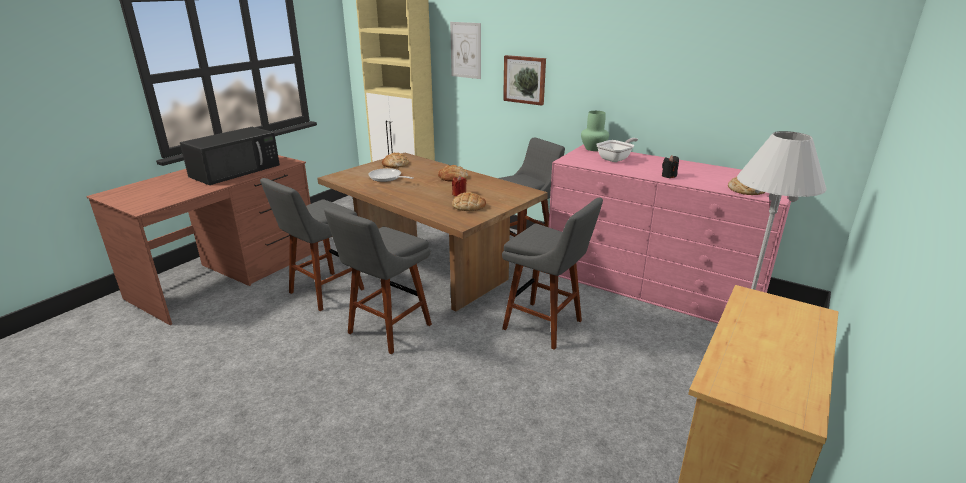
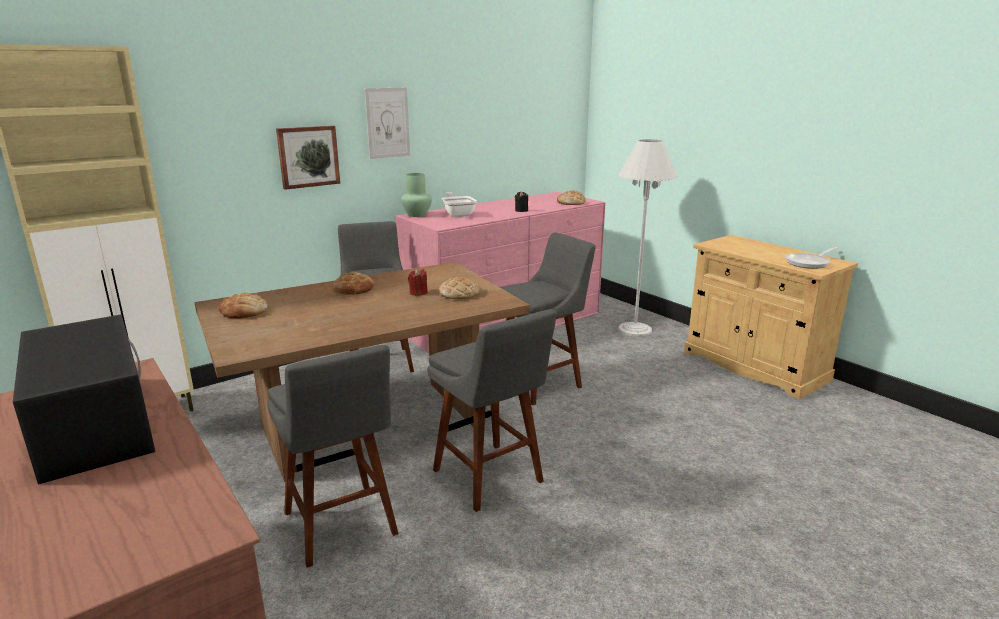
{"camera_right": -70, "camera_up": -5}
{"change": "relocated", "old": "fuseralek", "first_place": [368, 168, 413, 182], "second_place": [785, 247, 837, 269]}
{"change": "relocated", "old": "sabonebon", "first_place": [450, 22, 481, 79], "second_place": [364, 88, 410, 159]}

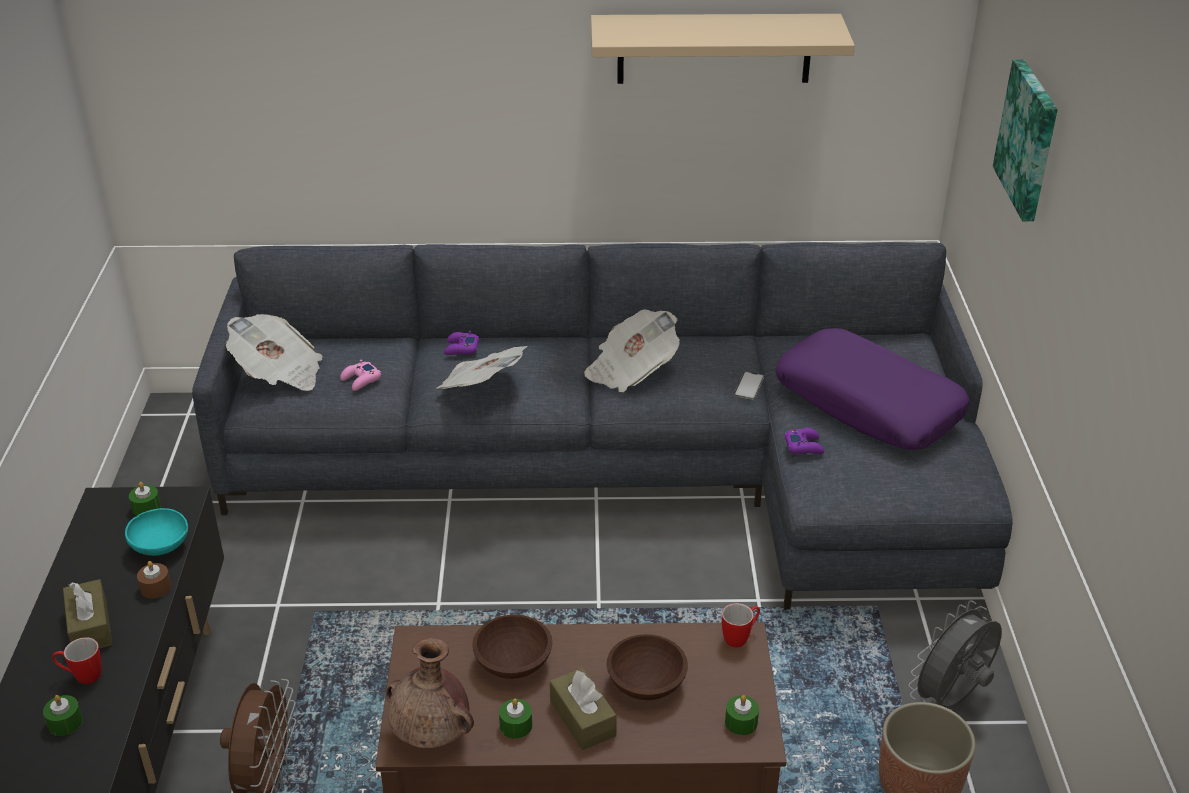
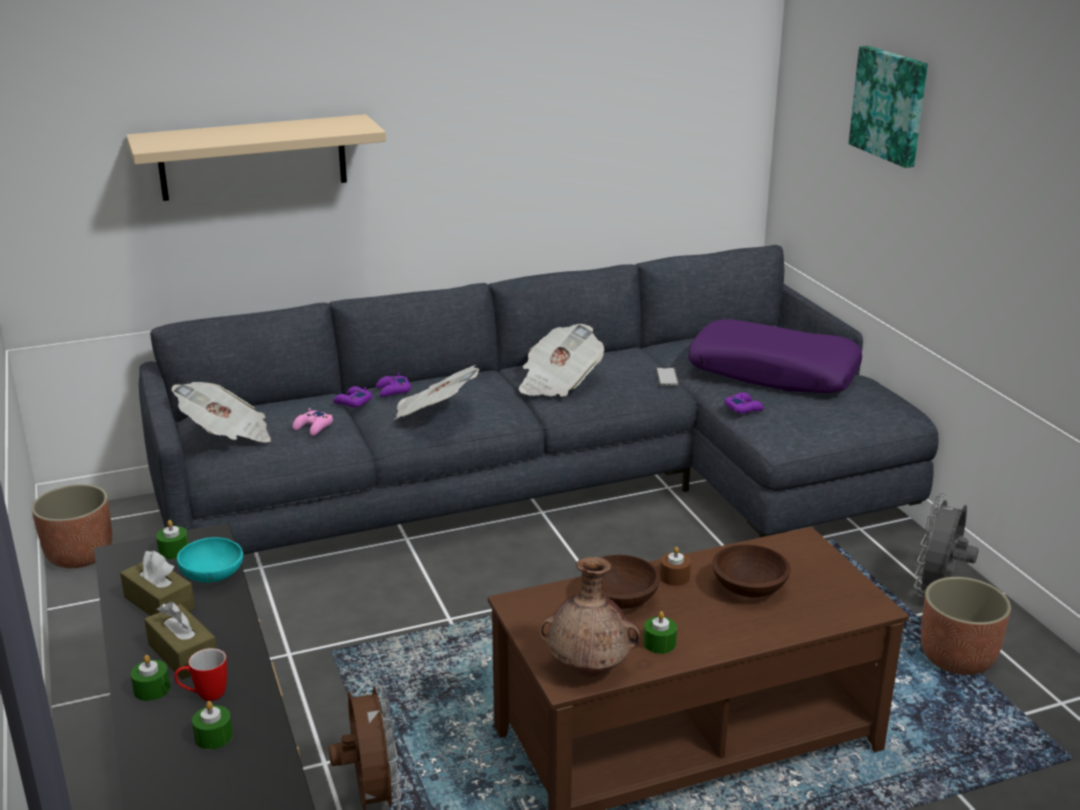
{"camera_right": -20, "camera_up": -10}
{"change": "missing", "old": "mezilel", "first_place": [722, 603, 760, 648]}
{"change": "appeared", "new": "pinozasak", "second_place": [32, 484, 112, 568]}
{"change": "appeared", "new": "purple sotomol", "second_place": [333, 386, 373, 407]}
{"change": "relocated", "old": "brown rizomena", "first_place": [137, 561, 172, 599], "second_place": [660, 547, 691, 586]}
{"change": "relocated", "old": "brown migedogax", "first_place": [550, 668, 617, 750], "second_place": [120, 551, 195, 616]}
{"change": "relocated", "old": "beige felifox", "first_place": [591, 14, 855, 84], "second_place": [126, 114, 386, 201]}
{"change": "relocated", "old": "green rizomena", "first_place": [725, 695, 759, 735], "second_place": [131, 655, 170, 701]}

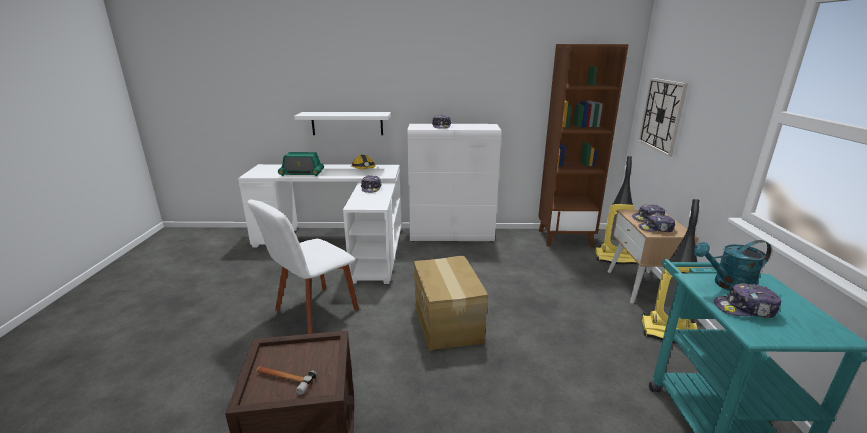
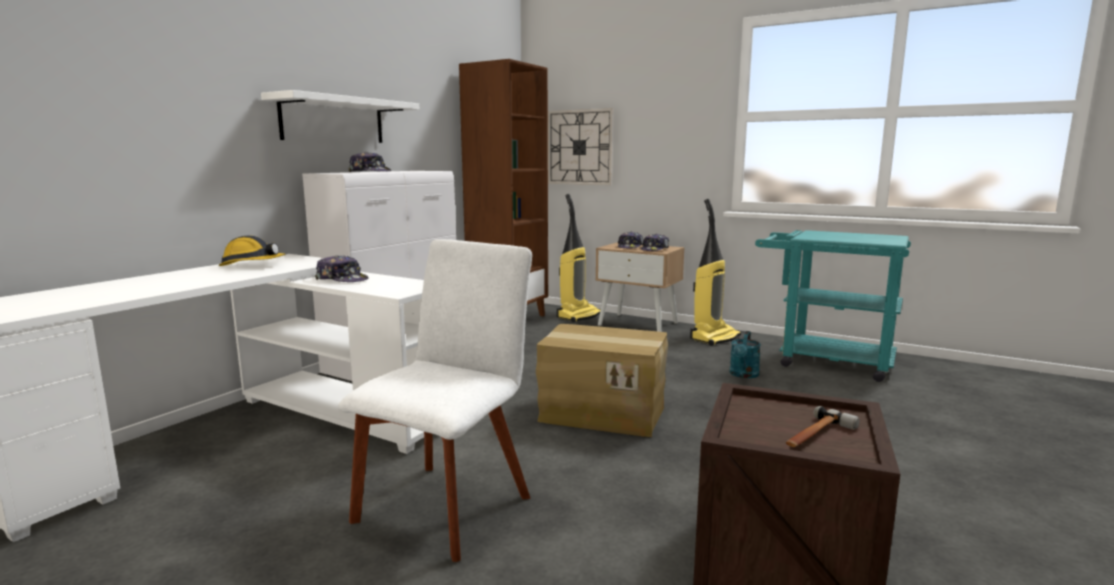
{"camera_right": -60, "camera_up": -10}
{"change": "missing", "old": "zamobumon", "first_place": [278, 152, 324, 176]}
{"change": "missing", "old": "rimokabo", "first_place": [714, 283, 781, 318]}
{"change": "relocated", "old": "white felifox", "first_place": [294, 112, 391, 135], "second_place": [261, 90, 419, 143]}
{"change": "relocated", "old": "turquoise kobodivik", "first_place": [694, 240, 772, 291], "second_place": [730, 331, 761, 378]}
{"change": "spun", "old": "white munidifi", "first_place": [247, 199, 359, 334], "second_place": [338, 239, 532, 562], "degrees": -135}

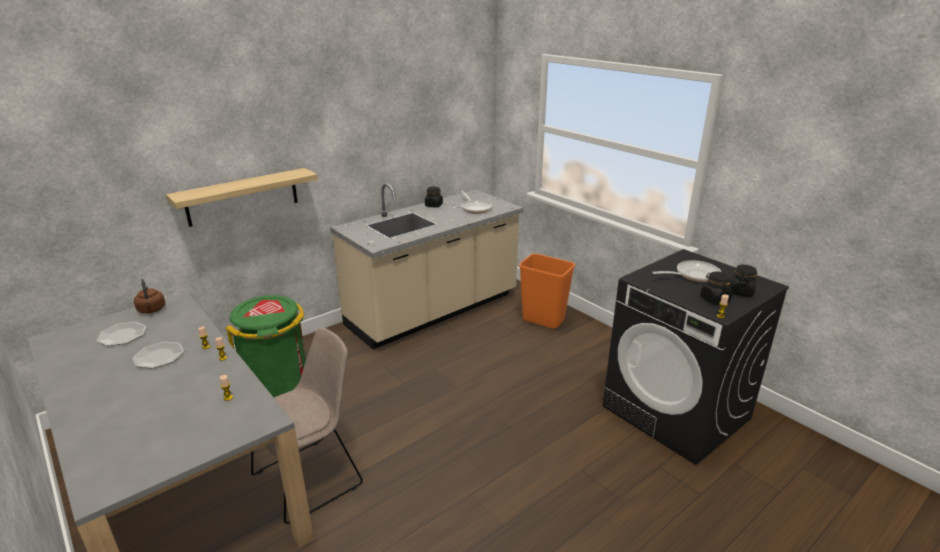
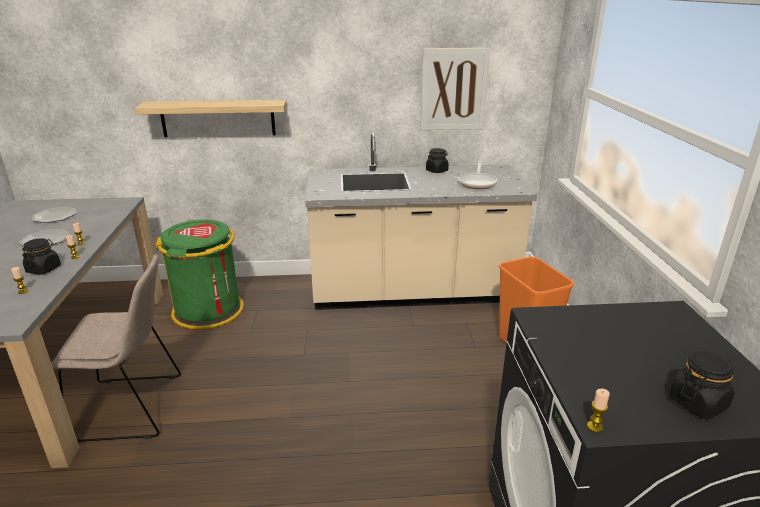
{"camera_right": 35, "camera_up": 0}
{"change": "missing", "old": "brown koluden", "first_place": [134, 279, 165, 314]}
{"change": "missing", "old": "fuseralek", "first_place": [652, 260, 721, 282]}
{"change": "appeared", "new": "sabonebon", "second_place": [420, 48, 490, 130]}
{"change": "relocated", "old": "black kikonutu", "first_place": [700, 271, 732, 305], "second_place": [22, 238, 61, 275]}

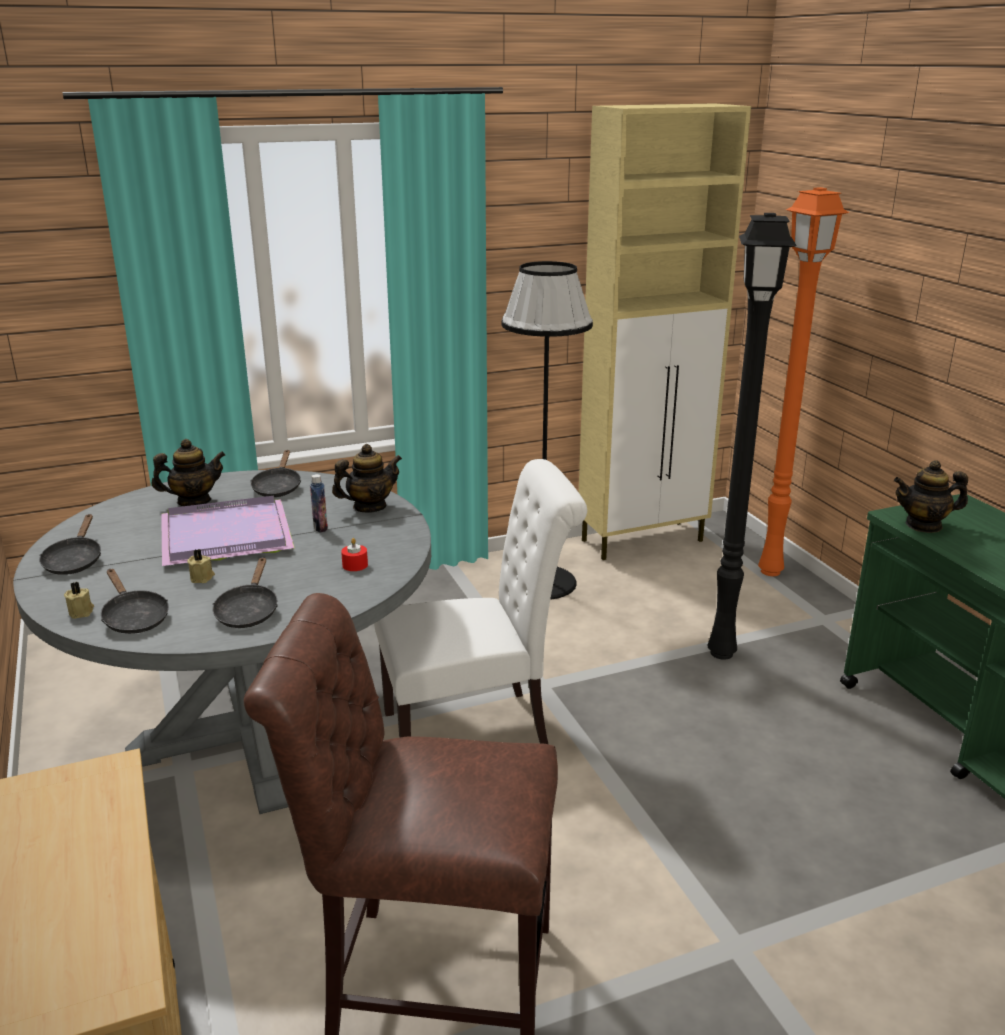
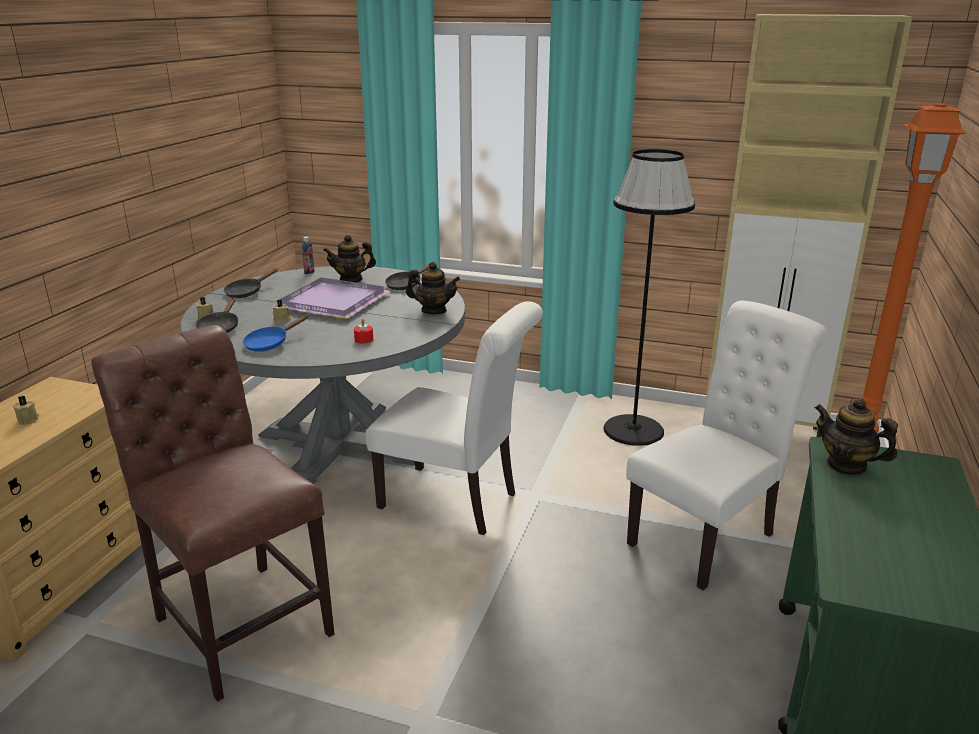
{"camera_right": 40, "camera_up": 0}
{"change": "appeared", "new": "beige rizomena", "second_place": [13, 396, 39, 425]}
{"change": "relocated", "old": "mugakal", "first_place": [310, 474, 328, 533], "second_place": [302, 236, 315, 274]}
{"change": "exchanged", "old": "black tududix", "new": "white munidifi", "first_place": [707, 213, 797, 660], "second_place": [626, 301, 827, 590]}
{"change": "colour", "old": "black fuseralek", "new": "blue fuseralek", "first_place": [212, 557, 278, 628], "second_place": [243, 315, 308, 352]}
{"change": "spun", "old": "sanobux", "first_place": [152, 439, 226, 506], "second_place": [323, 235, 376, 284], "degrees": 150}

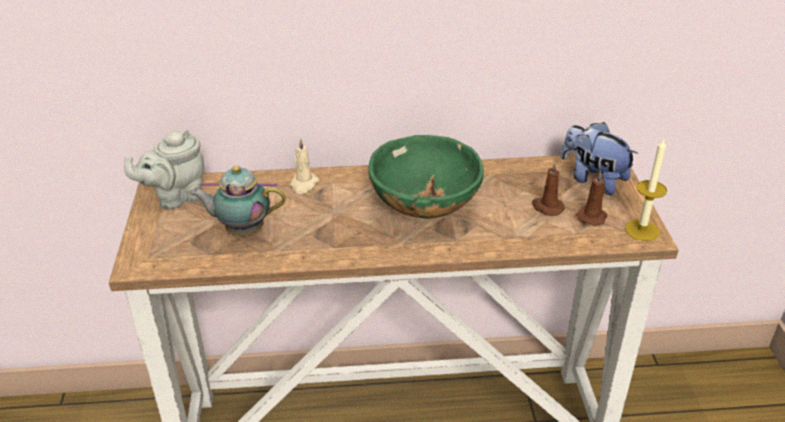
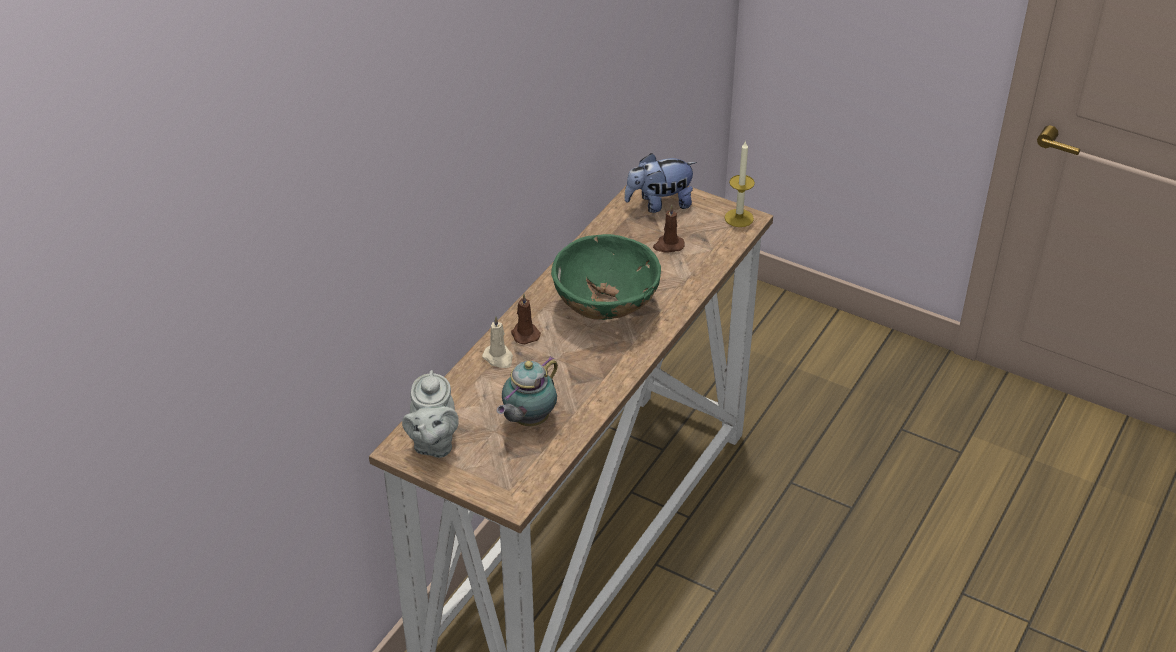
{"camera_right": -55, "camera_up": 5}
{"change": "relocated", "old": "brown rizomena", "first_place": [576, 170, 607, 226], "second_place": [511, 294, 541, 344]}

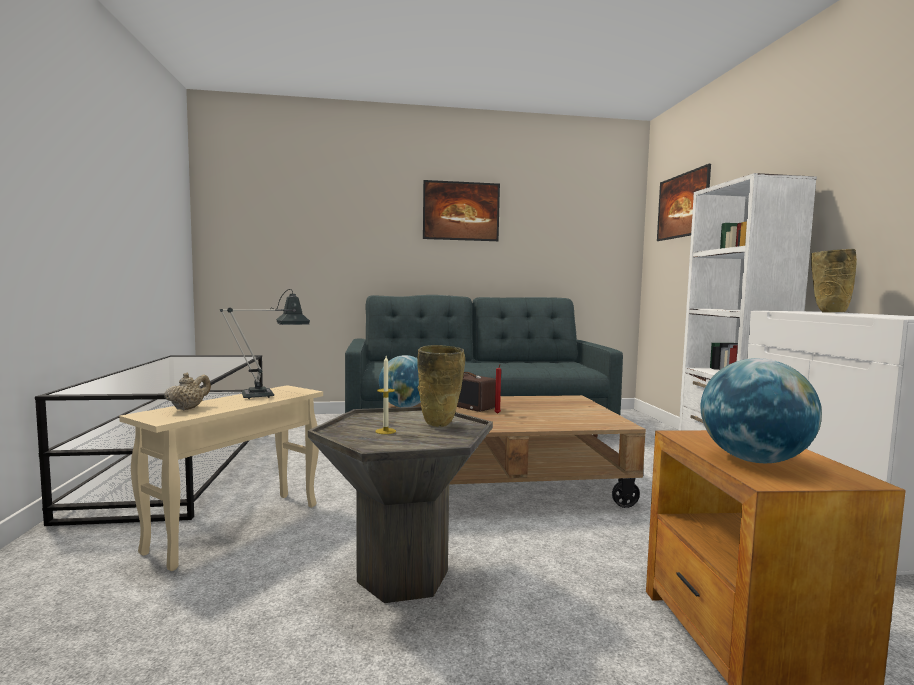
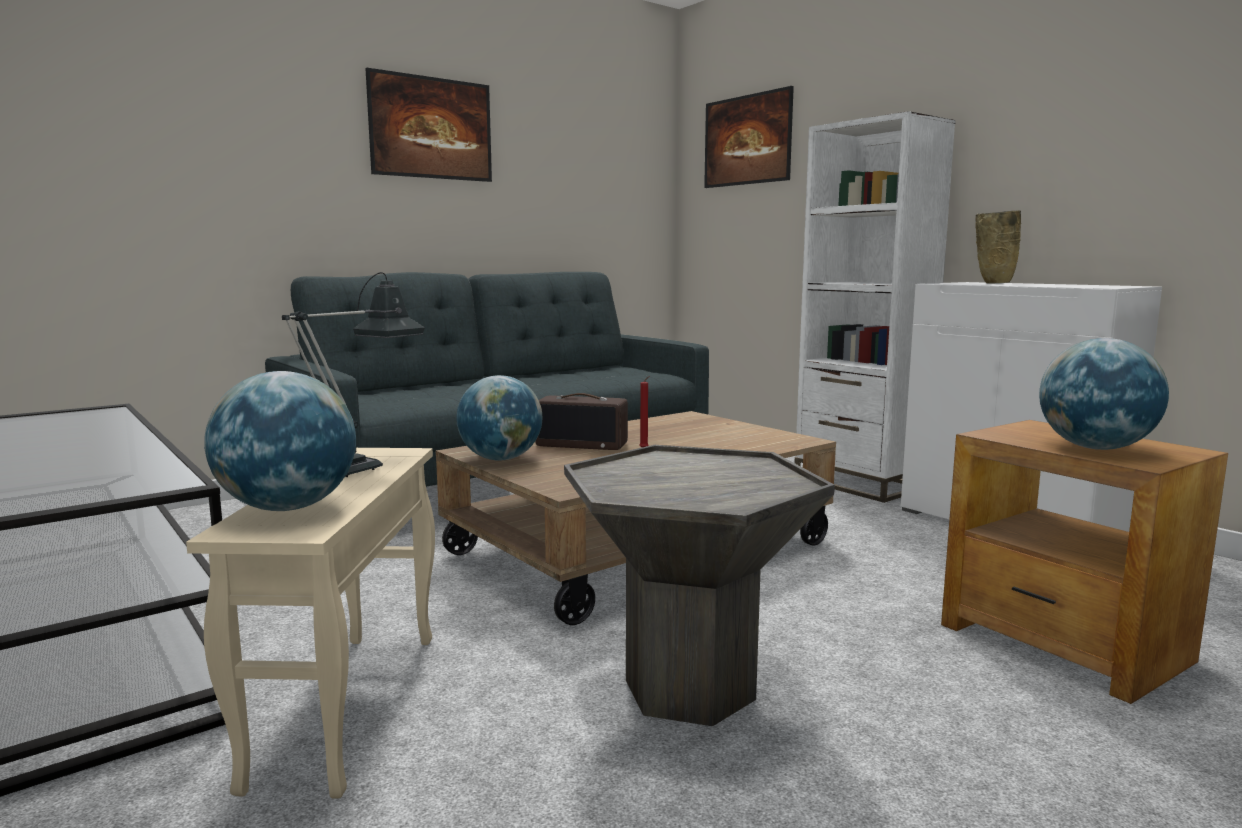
{"camera_right": -30, "camera_up": 5}
{"change": "missing", "old": "rizomena", "first_place": [375, 356, 396, 434]}
{"change": "missing", "old": "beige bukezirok", "first_place": [418, 345, 465, 427]}
{"change": "exchanged", "old": "beige sanobux", "new": "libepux", "first_place": [164, 373, 211, 410], "second_place": [204, 371, 356, 511]}

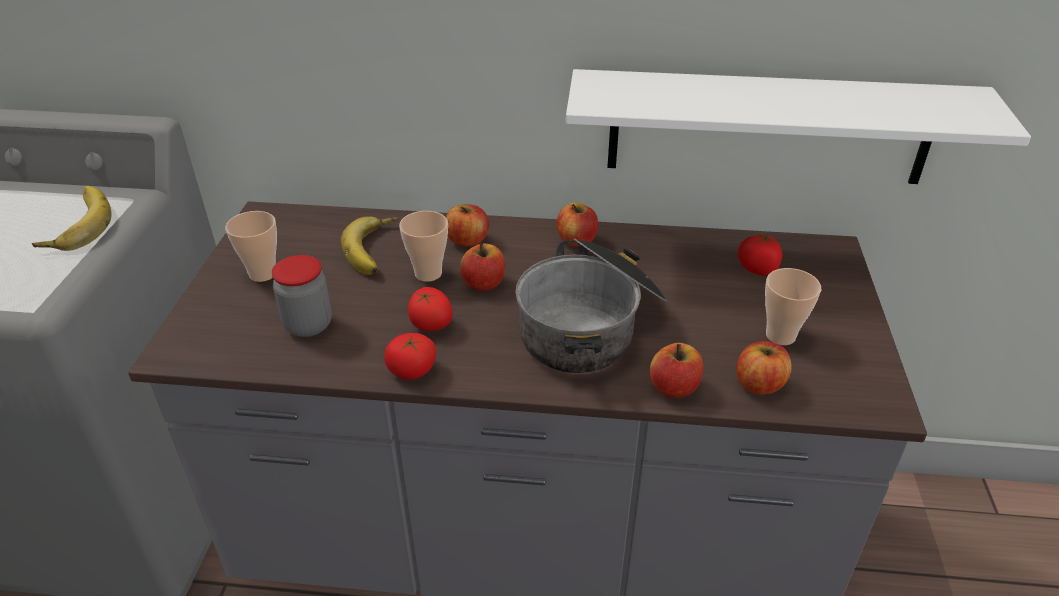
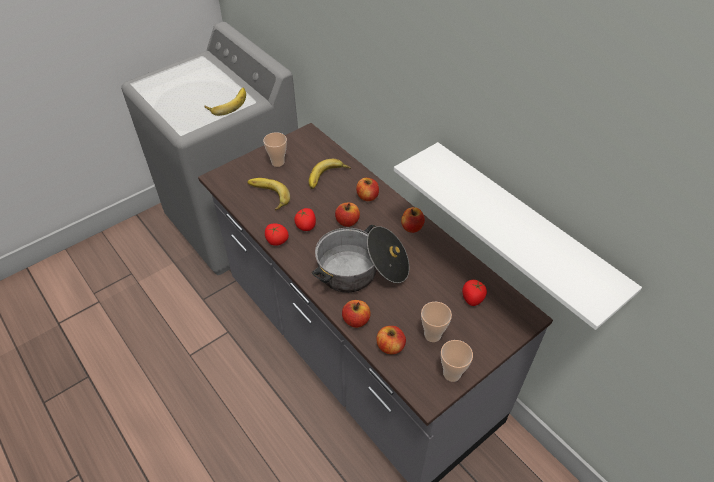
{"camera_right": 45, "camera_up": 10}
{"change": "relocated", "old": "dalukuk", "first_place": [399, 211, 448, 282], "second_place": [441, 340, 473, 382]}
{"change": "exchanged", "old": "kikonutu", "new": "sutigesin", "first_place": [272, 255, 332, 337], "second_place": [247, 178, 290, 210]}

